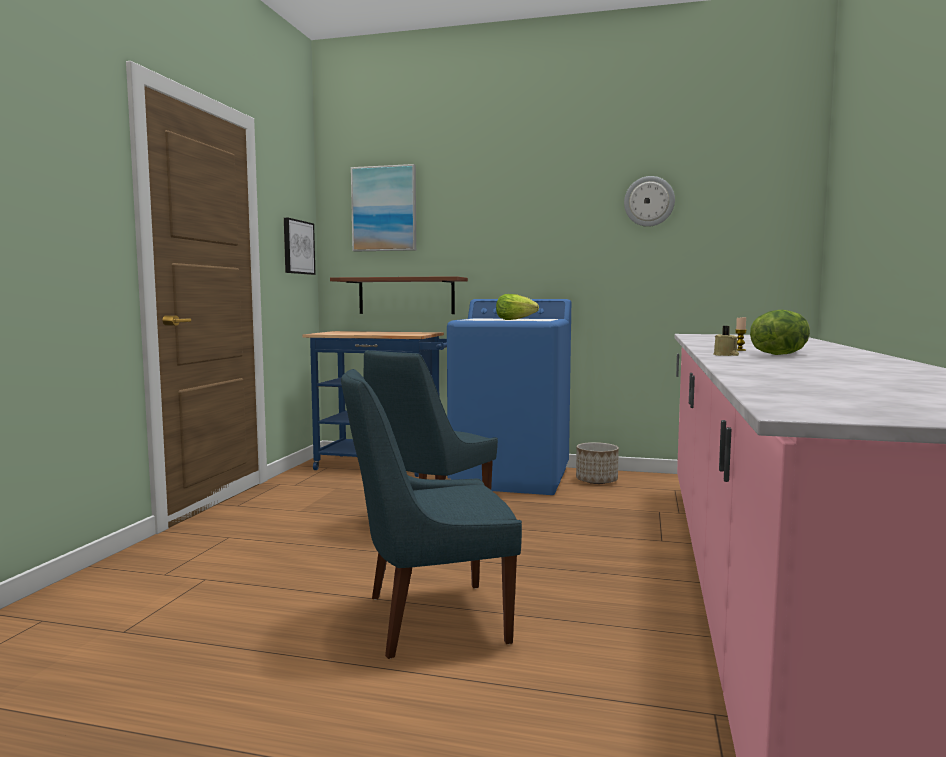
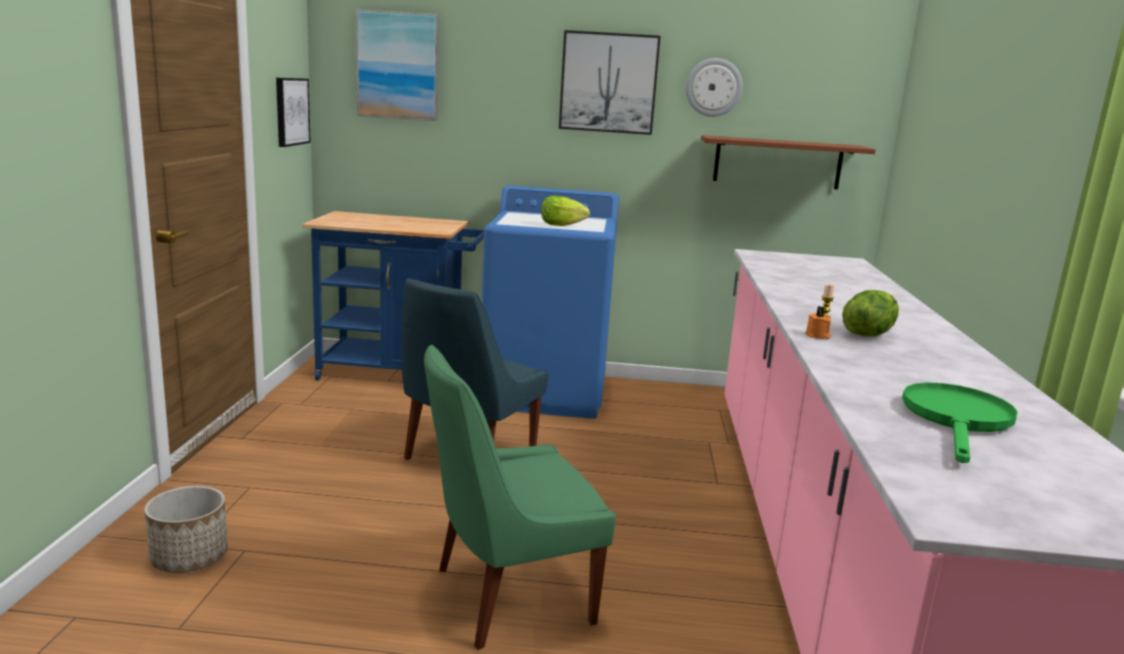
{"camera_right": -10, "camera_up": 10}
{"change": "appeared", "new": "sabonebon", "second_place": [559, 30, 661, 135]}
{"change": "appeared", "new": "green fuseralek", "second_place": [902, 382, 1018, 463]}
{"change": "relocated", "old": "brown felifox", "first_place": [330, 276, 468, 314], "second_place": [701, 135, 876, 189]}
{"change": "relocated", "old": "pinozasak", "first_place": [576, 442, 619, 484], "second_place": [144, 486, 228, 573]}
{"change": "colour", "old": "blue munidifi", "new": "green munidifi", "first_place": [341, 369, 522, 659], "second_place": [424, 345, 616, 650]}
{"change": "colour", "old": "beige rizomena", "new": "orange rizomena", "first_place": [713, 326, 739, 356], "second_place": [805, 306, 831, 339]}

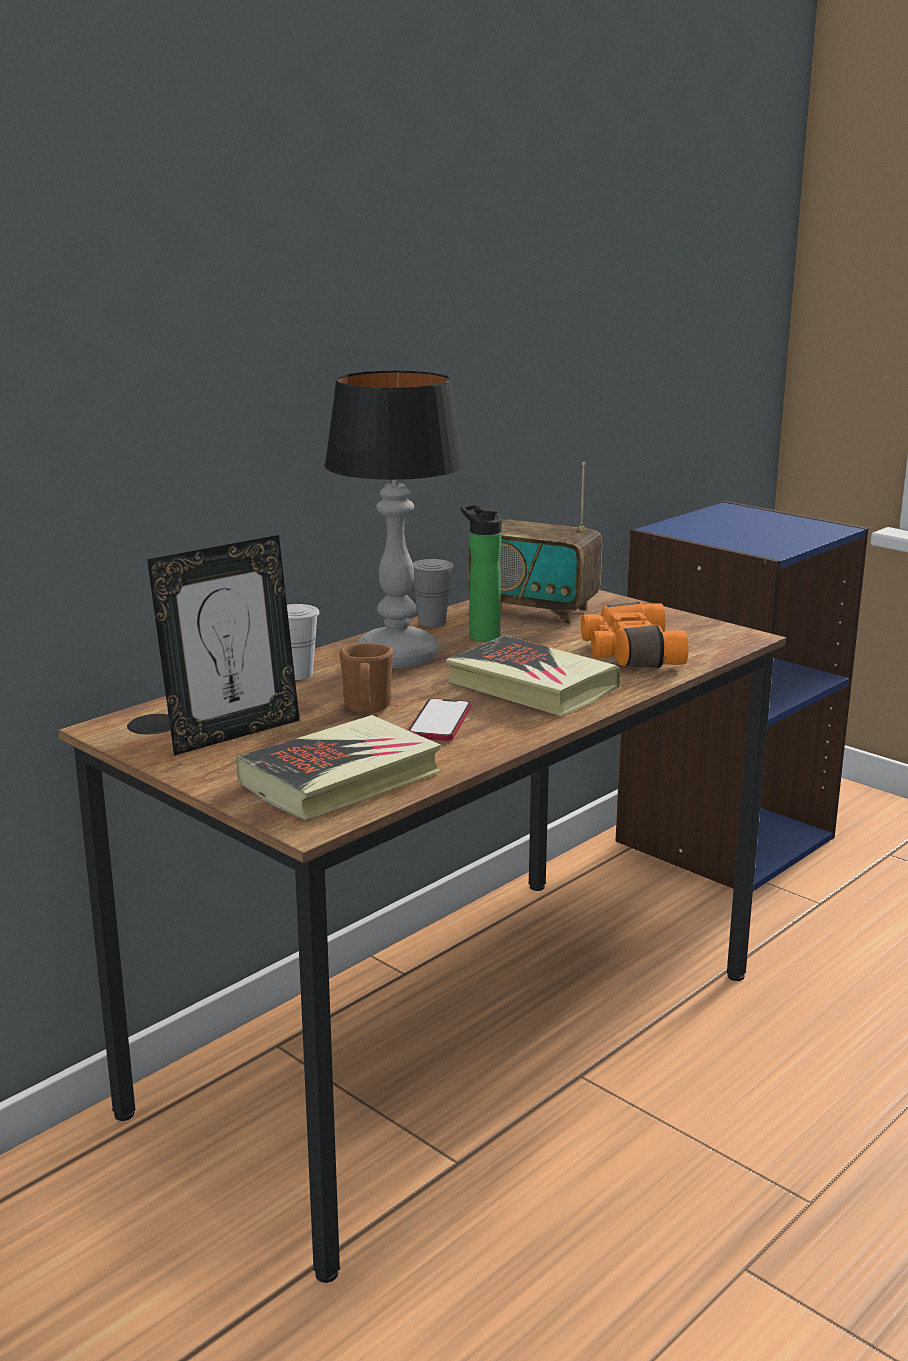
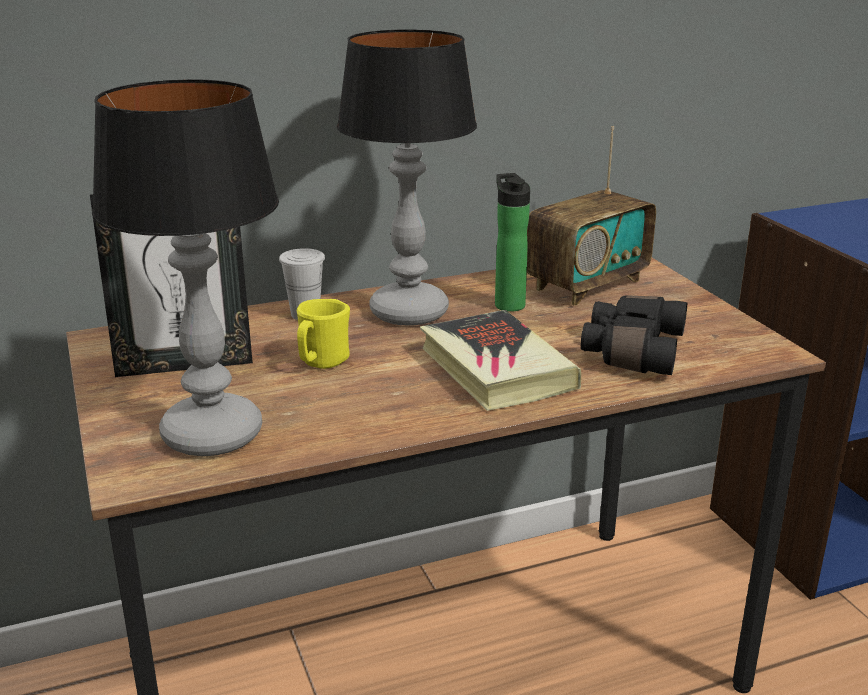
{"camera_right": 25, "camera_up": 5}
{"change": "missing", "old": "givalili", "first_place": [408, 698, 471, 741]}
{"change": "missing", "old": "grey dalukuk", "first_place": [413, 559, 454, 627]}
{"change": "exchanged", "old": "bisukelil", "new": "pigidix", "first_place": [236, 715, 441, 820], "second_place": [92, 79, 279, 456]}
{"change": "colour", "old": "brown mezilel", "new": "yellow mezilel", "first_place": [339, 643, 393, 713], "second_place": [297, 299, 350, 369]}
{"change": "colour", "old": "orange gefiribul", "new": "black gefiribul", "first_place": [581, 602, 689, 668], "second_place": [581, 295, 687, 375]}
{"change": "spun", "old": "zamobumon", "first_place": [468, 462, 602, 624], "second_place": [527, 126, 656, 305], "degrees": -90}

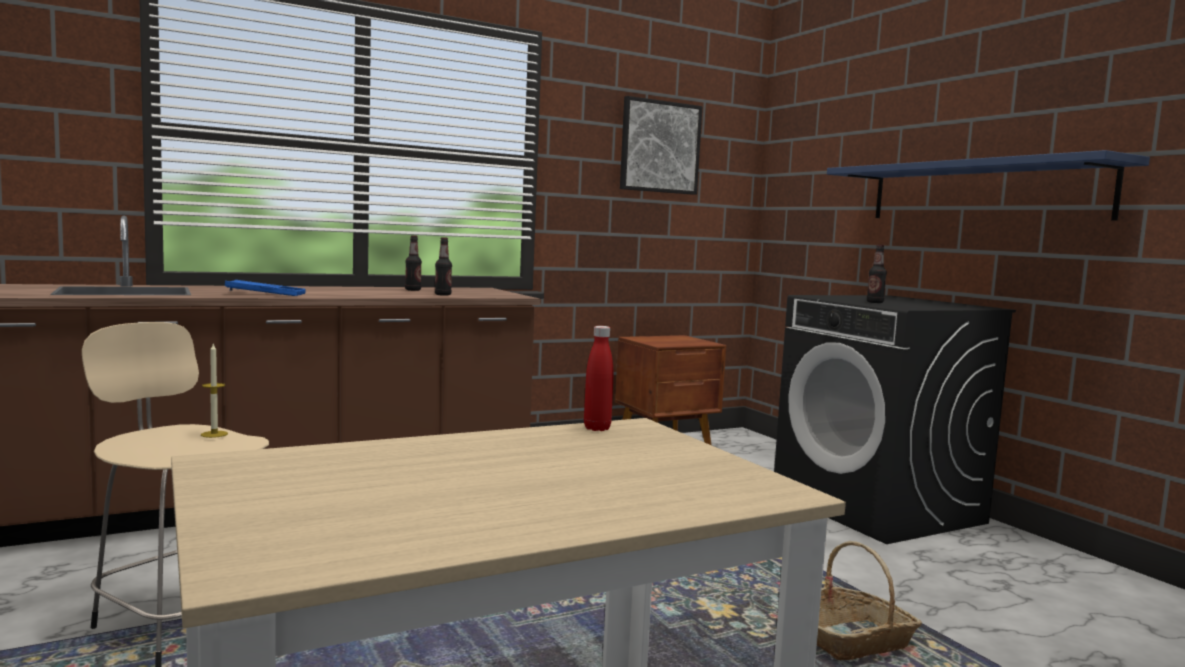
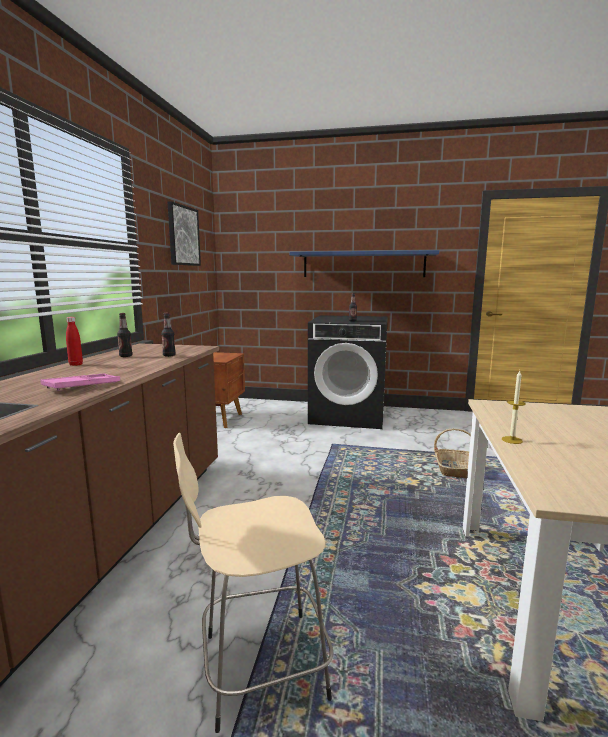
{"camera_right": -50, "camera_up": 5}
{"change": "relocated", "old": "rizomena", "first_place": [201, 344, 228, 438], "second_place": [502, 371, 525, 444]}
{"change": "relocated", "old": "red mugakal", "first_place": [584, 326, 614, 431], "second_place": [66, 317, 83, 366]}
{"change": "colour", "old": "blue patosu", "new": "pink patosu", "first_place": [225, 280, 305, 296], "second_place": [40, 373, 120, 391]}

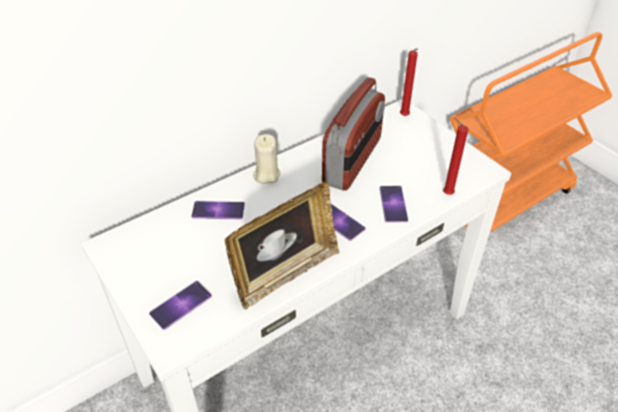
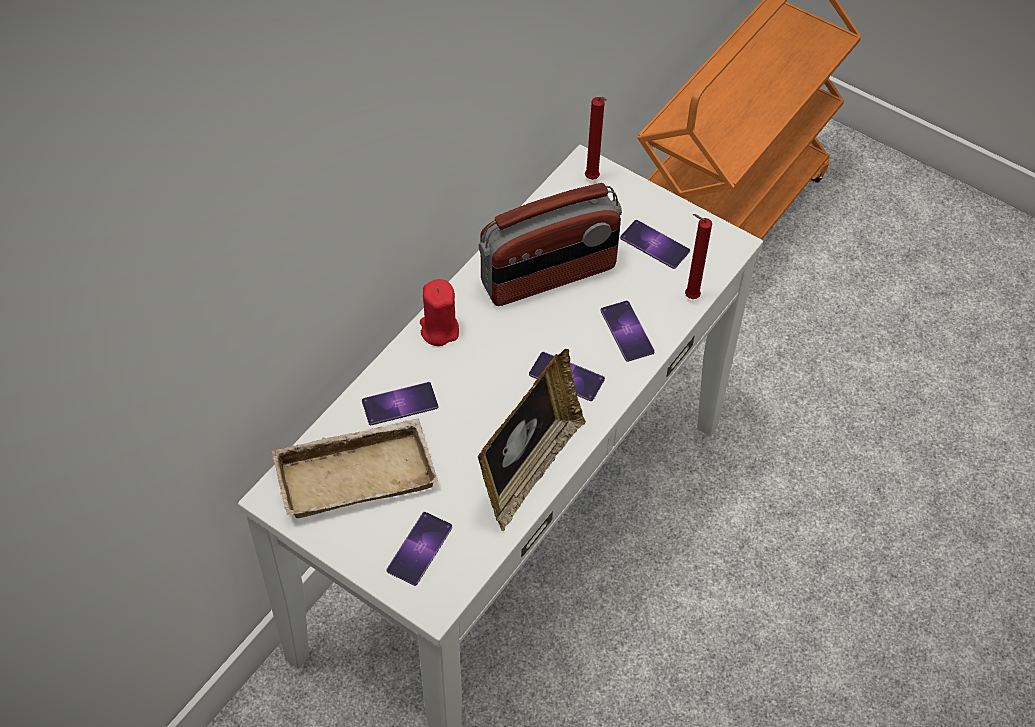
{"camera_right": -20, "camera_up": 10}
{"change": "appeared", "new": "beige patosu", "second_place": [271, 418, 438, 518]}
{"change": "appeared", "new": "givalili", "second_place": [620, 220, 690, 269]}
{"change": "colour", "old": "beige rizomena", "new": "red rizomena", "first_place": [253, 134, 280, 184], "second_place": [420, 279, 459, 346]}
{"change": "spun", "old": "zamobumon", "first_place": [322, 77, 385, 191], "second_place": [479, 183, 622, 306], "degrees": 60}

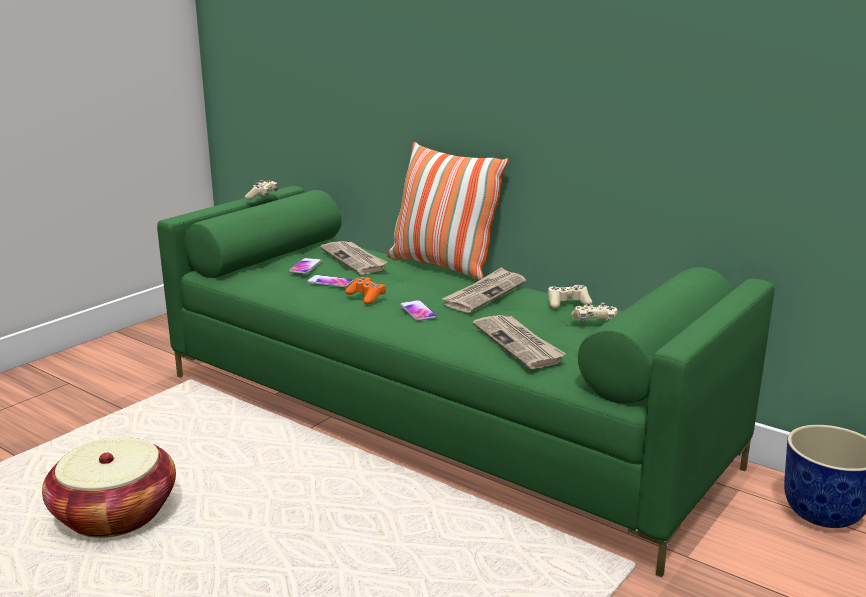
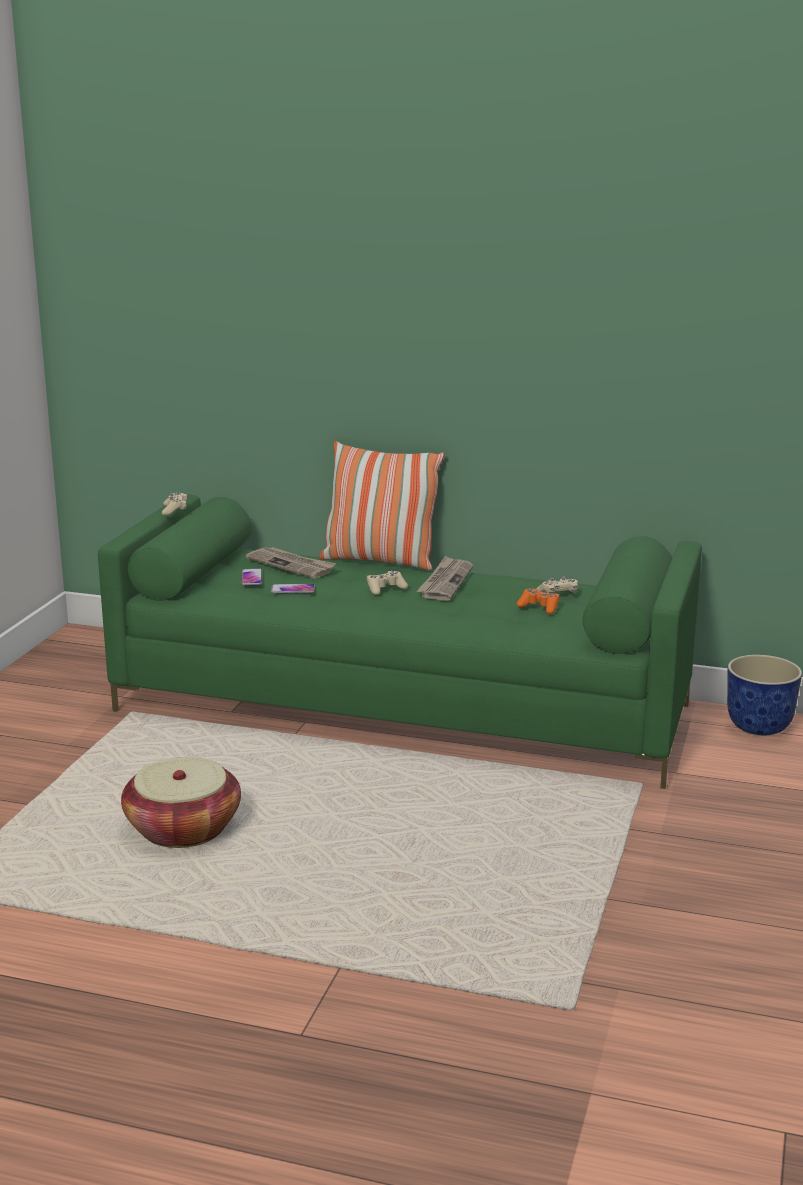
{"camera_right": -20, "camera_up": 0}
{"change": "missing", "old": "givalili", "first_place": [400, 300, 437, 321]}
{"change": "missing", "old": "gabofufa", "first_place": [473, 315, 566, 369]}
{"change": "relocated", "old": "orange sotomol", "first_place": [345, 277, 386, 304], "second_place": [517, 589, 559, 614]}
{"change": "relocated", "old": "beige sotomol", "first_place": [548, 285, 592, 308], "second_place": [367, 571, 408, 595]}

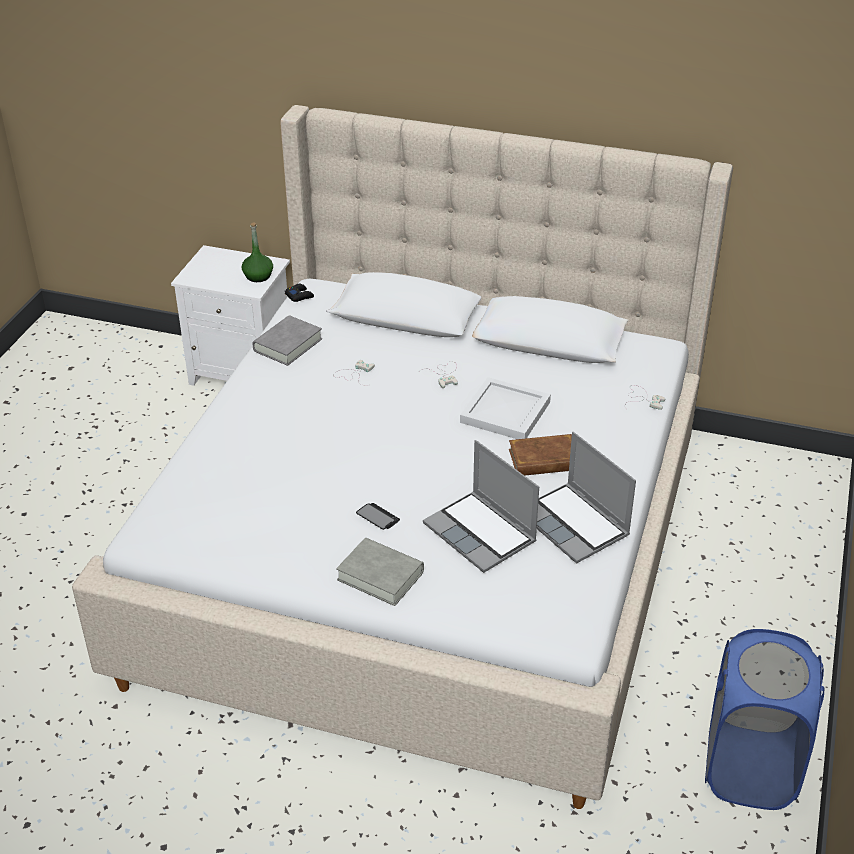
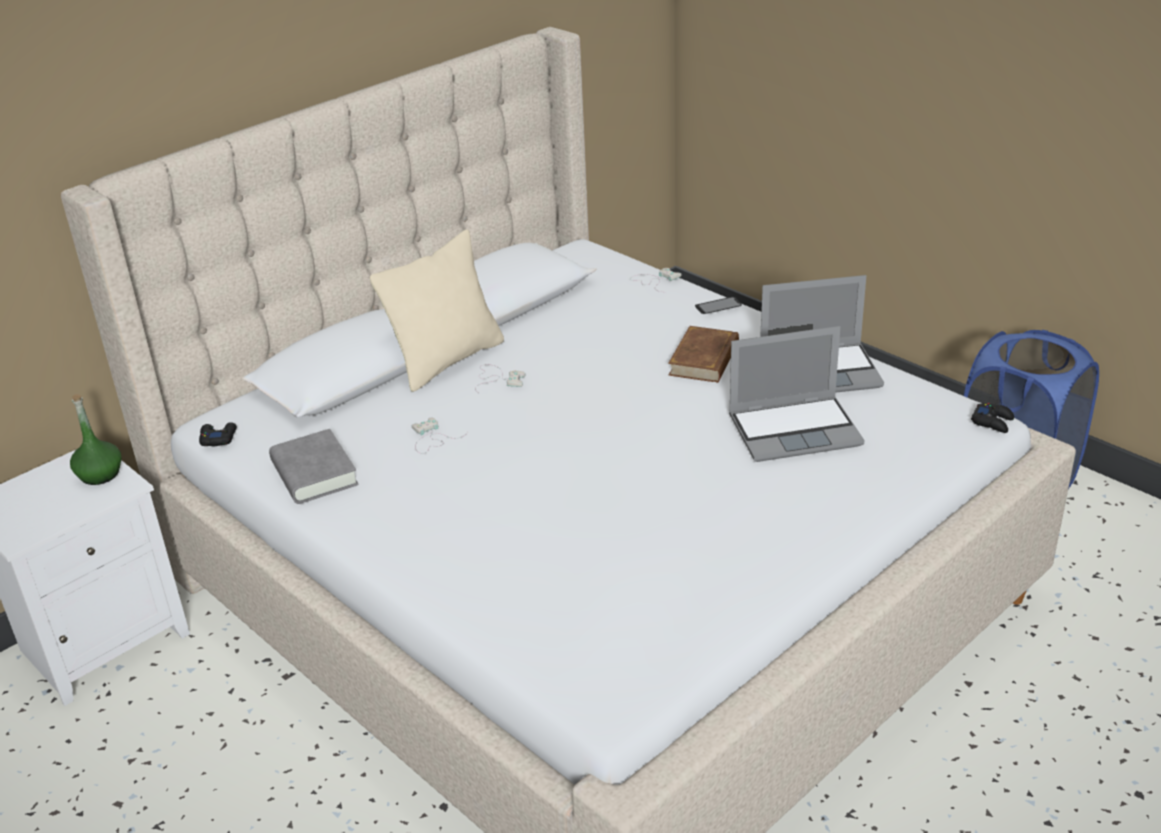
{"camera_right": -60, "camera_up": -5}
{"change": "missing", "old": "grey bisukelil", "first_place": [336, 538, 424, 606]}
{"change": "missing", "old": "white patosu", "first_place": [460, 377, 551, 439]}
{"change": "appeared", "new": "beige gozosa", "second_place": [370, 229, 504, 392]}
{"change": "appeared", "new": "black sotomol", "second_place": [971, 403, 1014, 433]}
{"change": "relocated", "old": "givalili", "first_place": [356, 503, 400, 530], "second_place": [695, 297, 742, 314]}

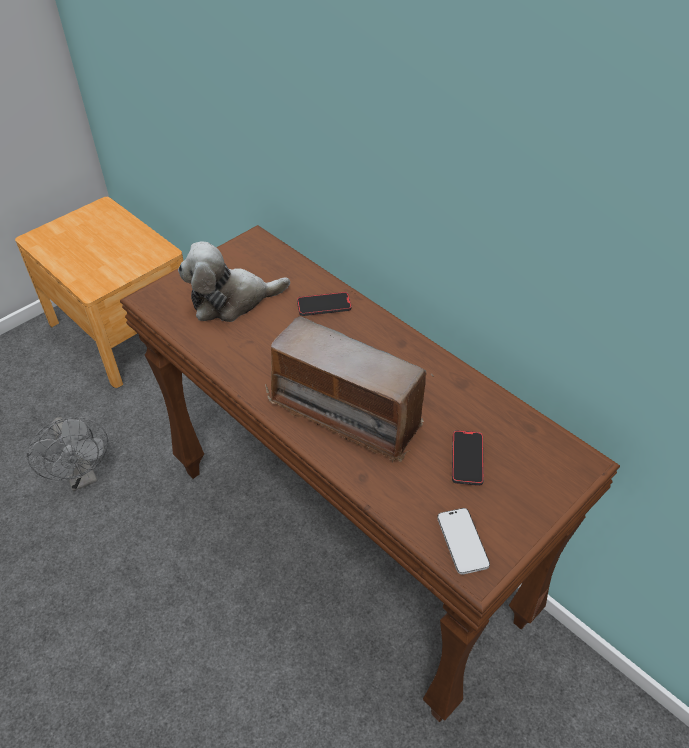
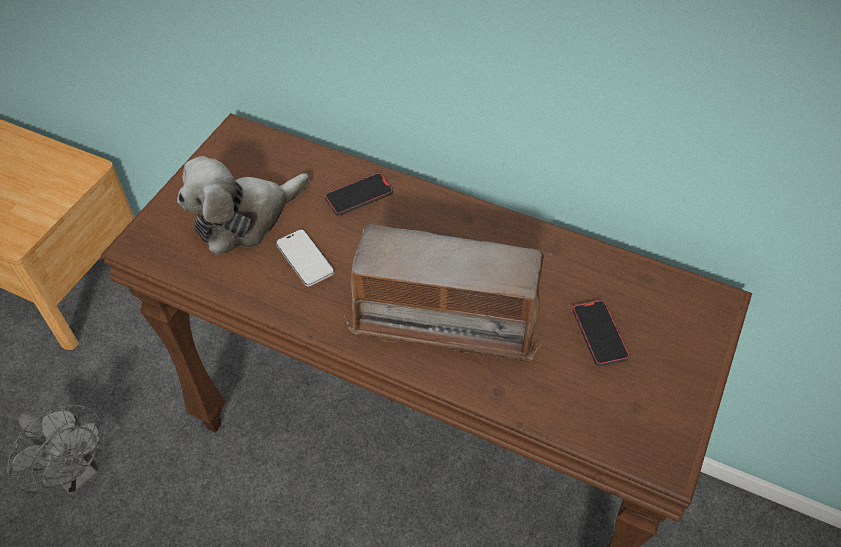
{"camera_right": -20, "camera_up": 5}
{"change": "relocated", "old": "givalili", "first_place": [437, 508, 490, 575], "second_place": [276, 229, 334, 286]}

